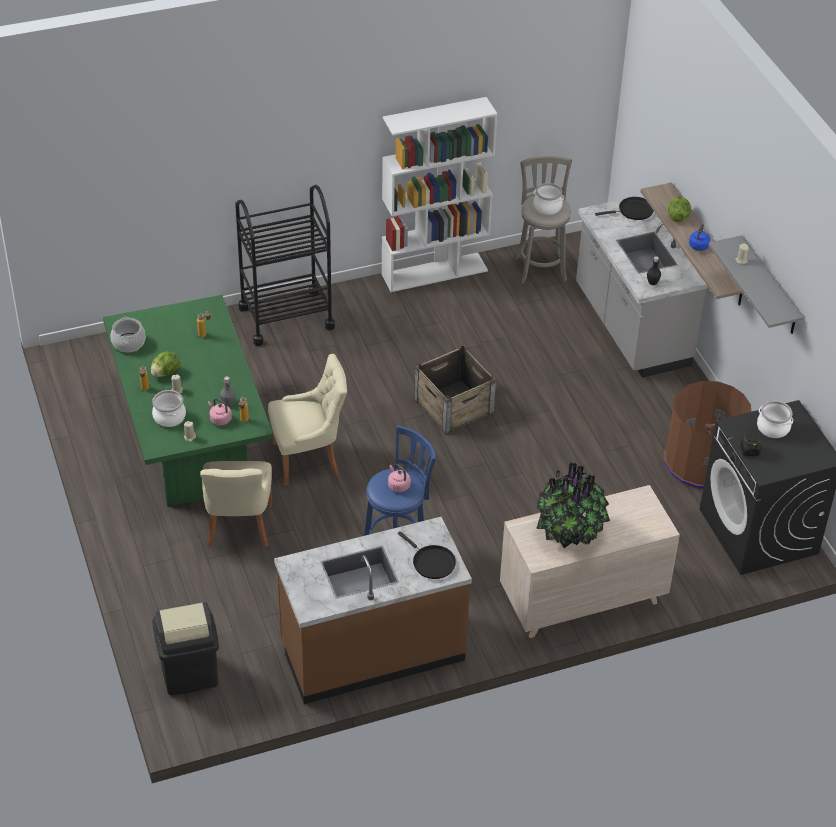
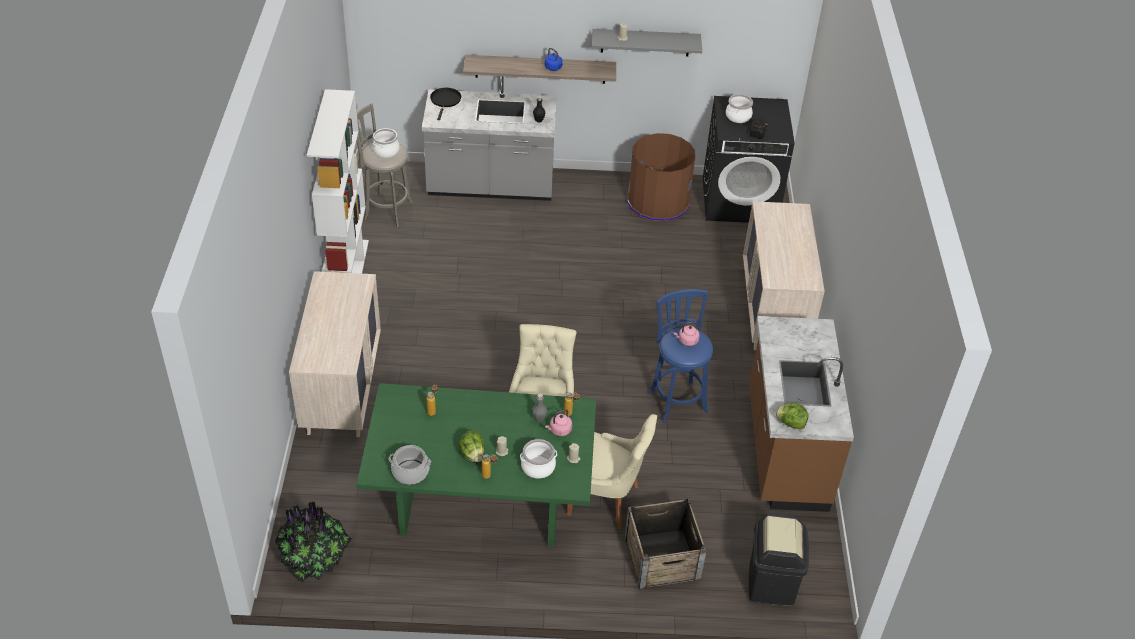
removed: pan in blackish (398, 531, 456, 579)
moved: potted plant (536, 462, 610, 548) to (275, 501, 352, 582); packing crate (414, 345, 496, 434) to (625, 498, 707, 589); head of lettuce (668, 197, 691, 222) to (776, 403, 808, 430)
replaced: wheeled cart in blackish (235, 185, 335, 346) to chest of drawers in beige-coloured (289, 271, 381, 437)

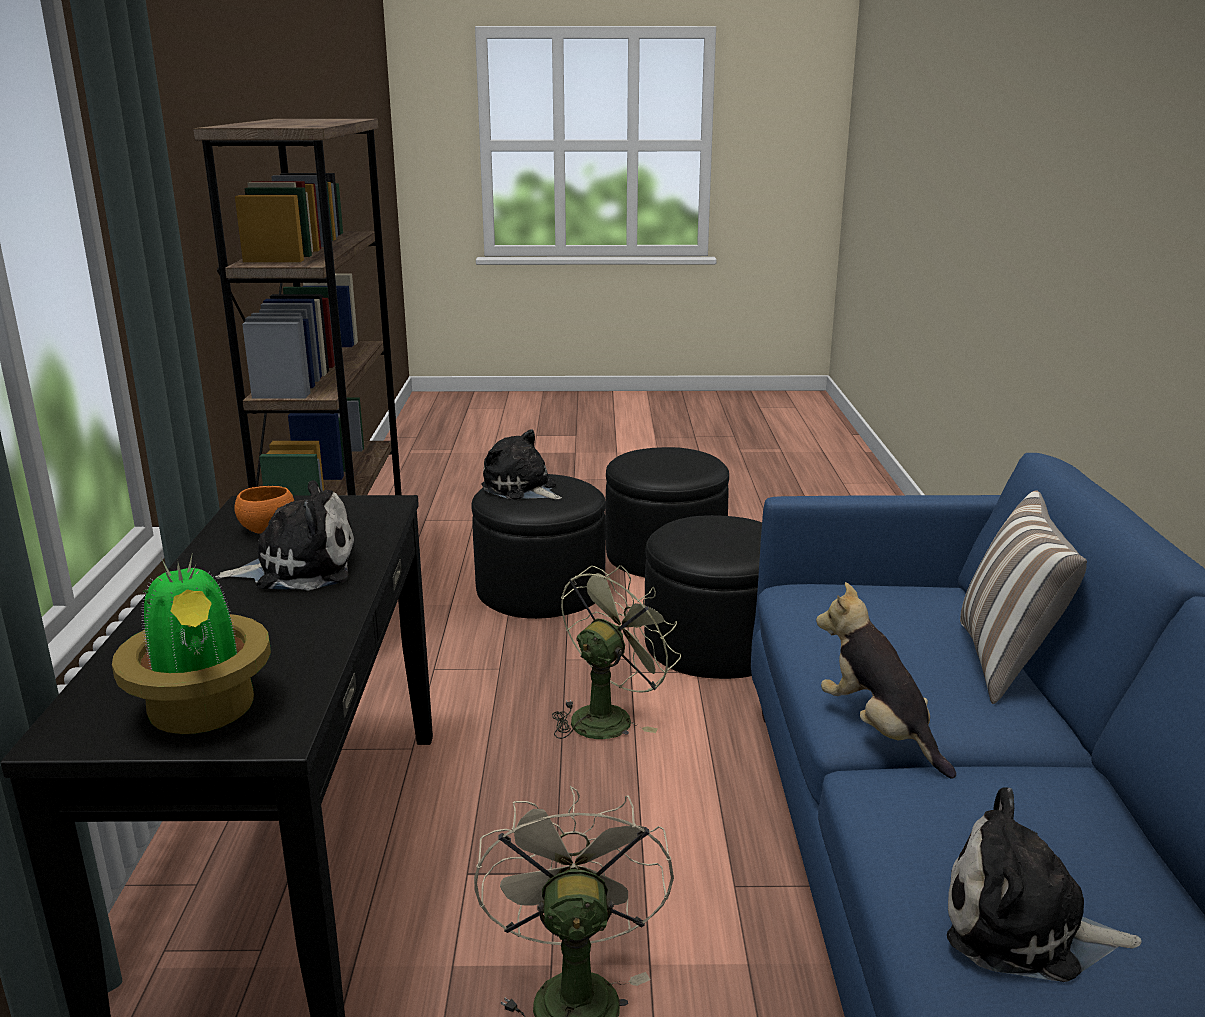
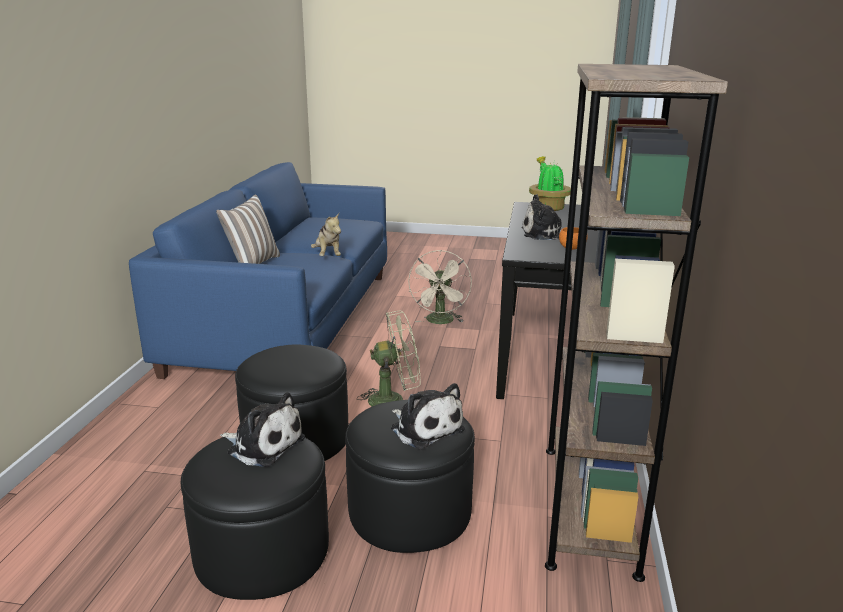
moved: plush toy (947, 787, 1142, 982) to (220, 392, 305, 467)
turned: electric fan in green-coloured (552, 565, 681, 739) = (357, 310, 421, 406) 150 degrees counterclockwise

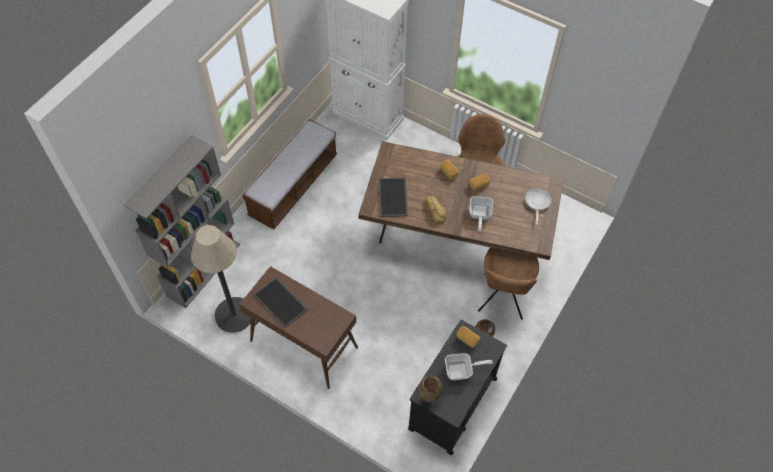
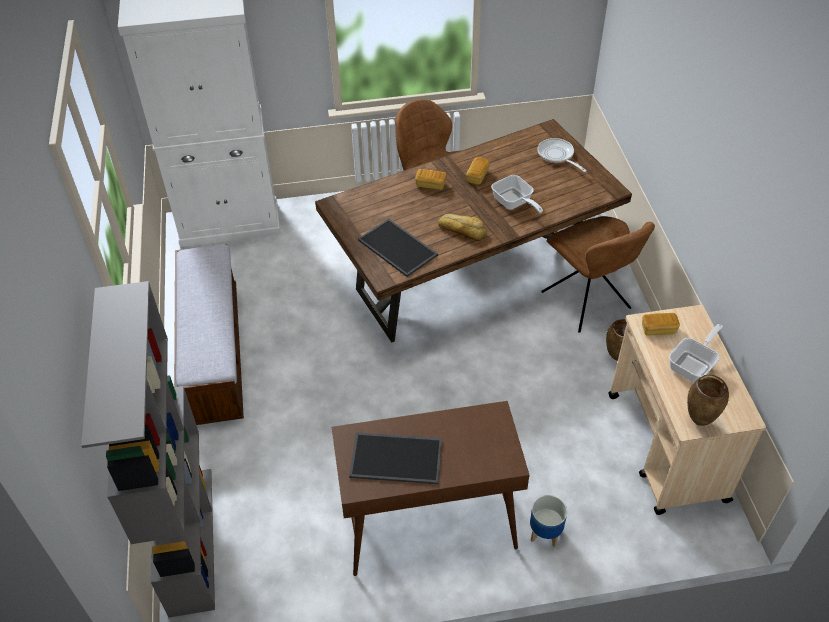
removed: standing lamp (191, 225, 251, 333)
added: flower pot (530, 495, 567, 547)
recoloured: wheeled cart in blackish (408, 320, 507, 455) to wheeled cart in beige-coloured (608, 305, 766, 515)

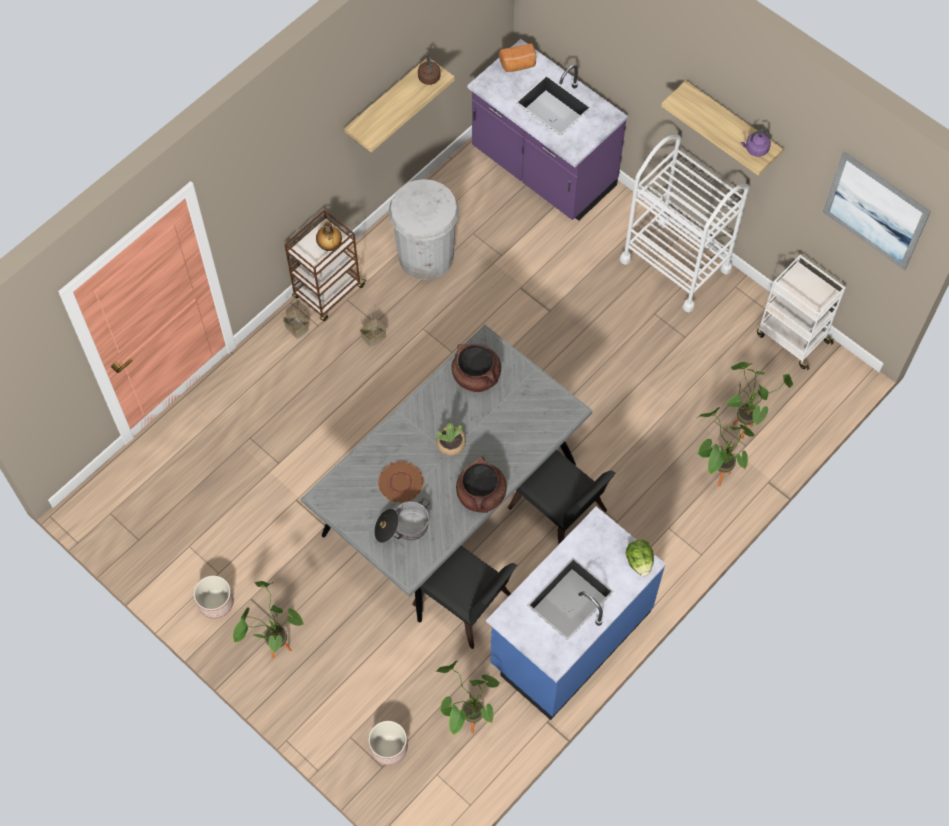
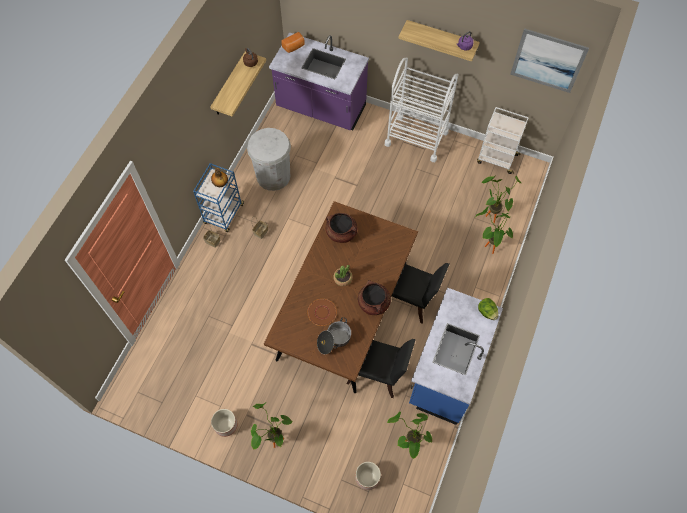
recoloured: wheeled cart in brown-coloured (284, 209, 366, 321) to wheeled cart in blue (193, 163, 244, 232); kitchen table in grey (301, 325, 593, 622) to kitchen table in brown-coloured (264, 201, 418, 393)

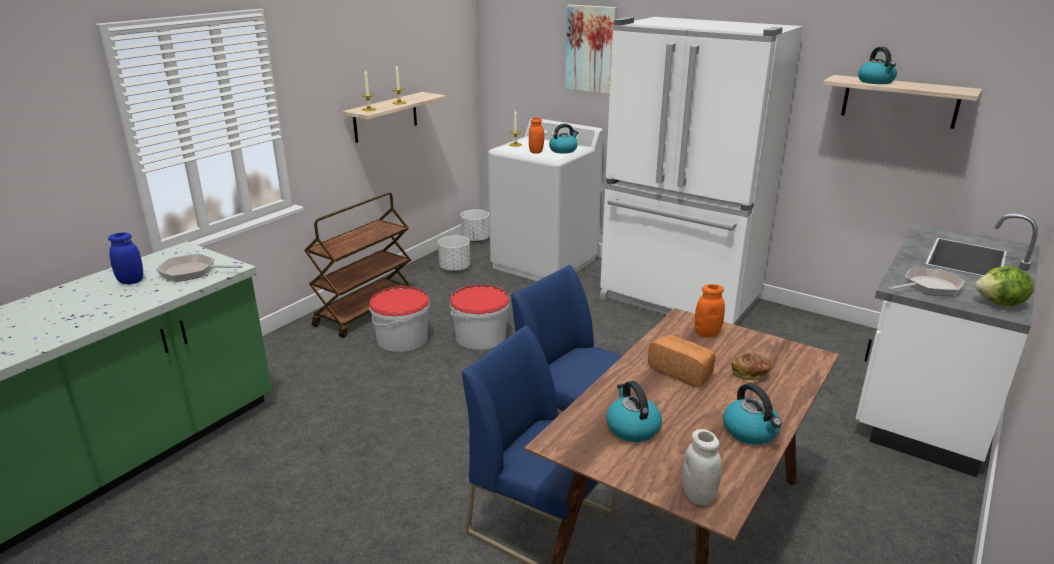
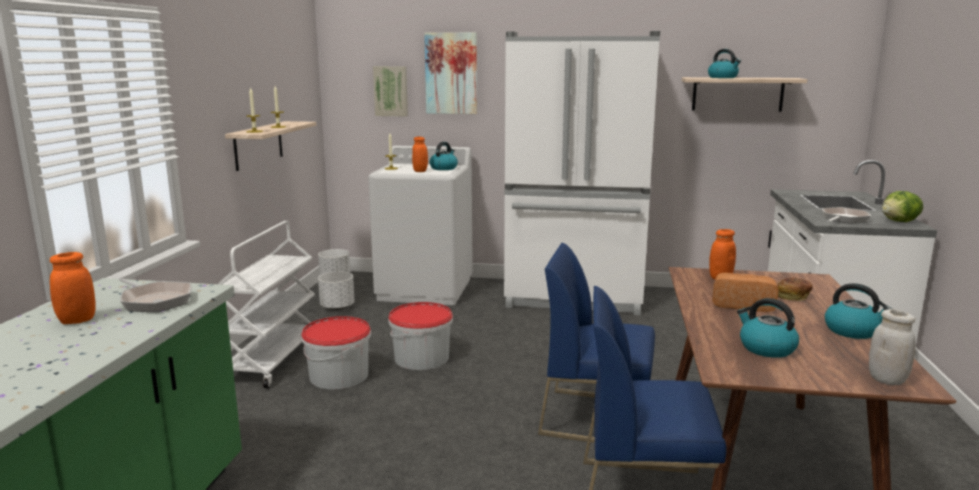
added: wall picture (373, 66, 408, 116)
recoloured: preserve jar in blue (108, 232, 143, 284) to preserve jar in orange (50, 252, 96, 324); wheeled cart in brown-coloured (304, 192, 412, 338) to wheeled cart in white-coloured (218, 221, 315, 388)
turned: pan (156, 254, 243, 282) = (119, 278, 192, 312) 120 degrees counterclockwise

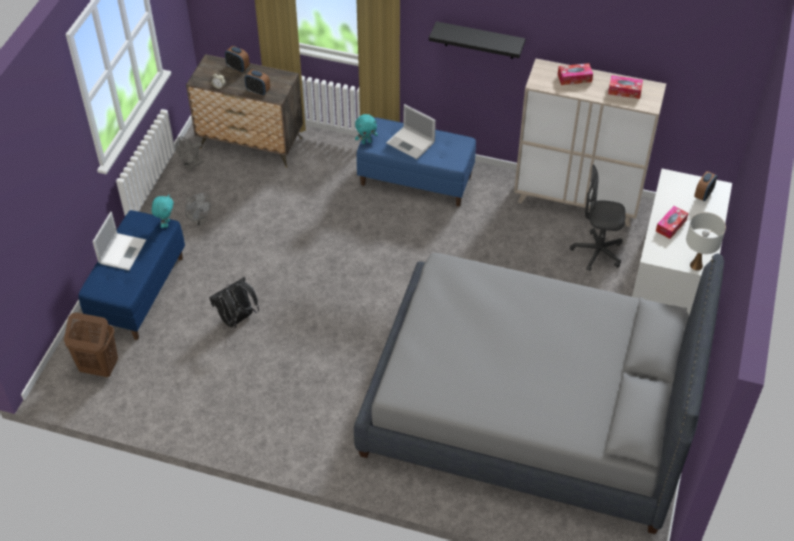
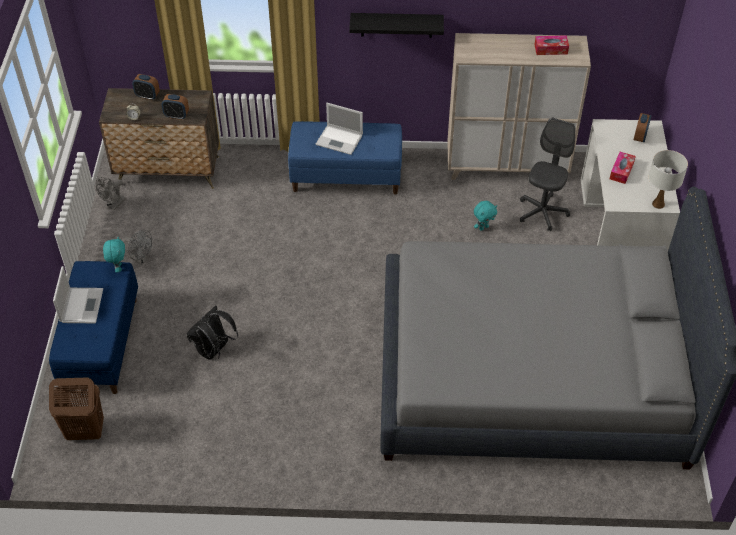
removed: tissue holder (558, 63, 593, 85)
moved: plush toy in turquoise (355, 114, 378, 144) to (474, 201, 497, 231)
turned: computer chair in grey (570, 165, 626, 271) = (520, 117, 575, 231) 120 degrees clockwise

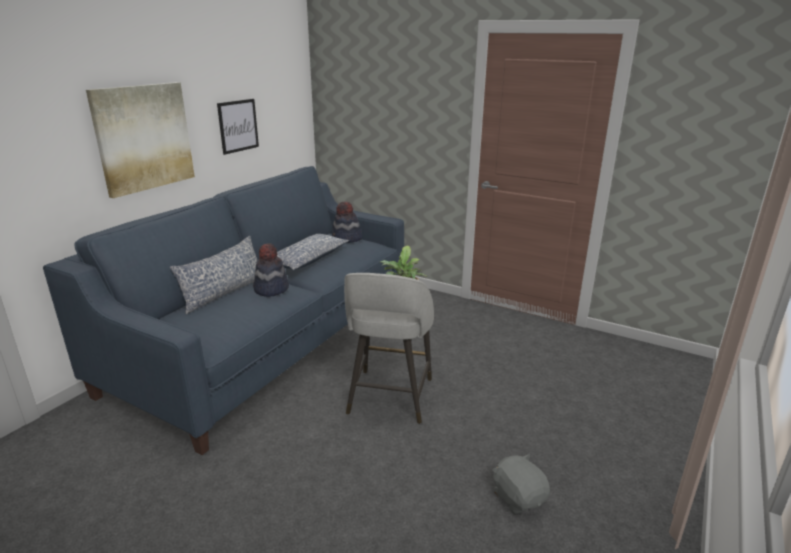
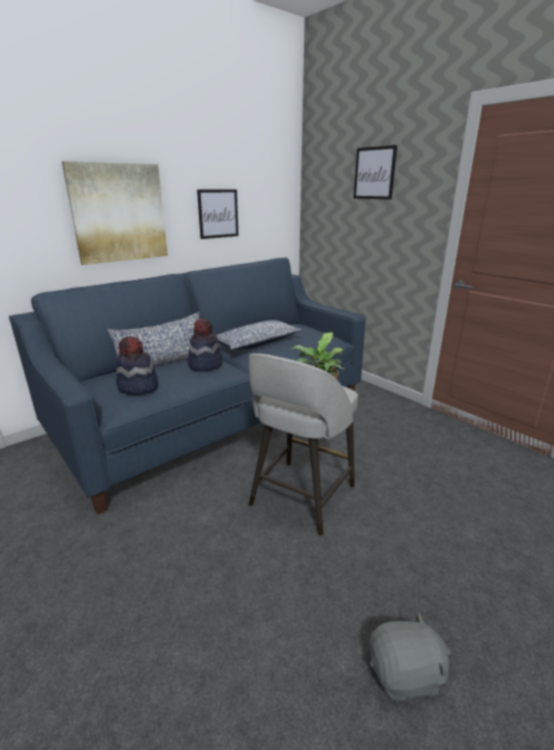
added: wall picture (354, 145, 397, 200)
moved: wearable hat (332, 202, 362, 243) to (116, 336, 158, 395)
turned: plush toy in grey (492, 454, 550, 514) = (369, 612, 451, 702) 90 degrees clockwise

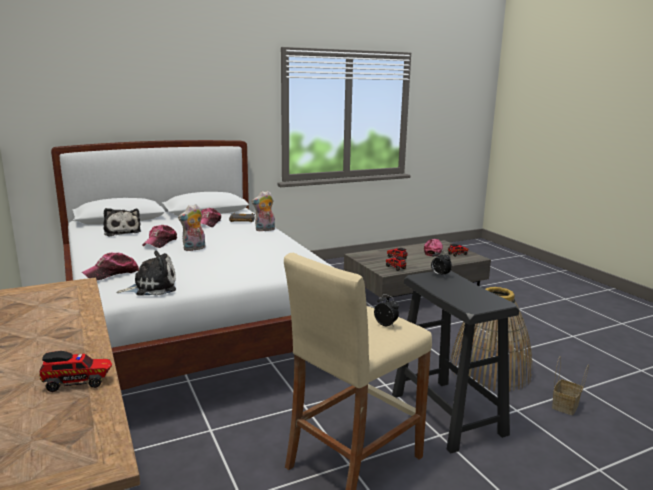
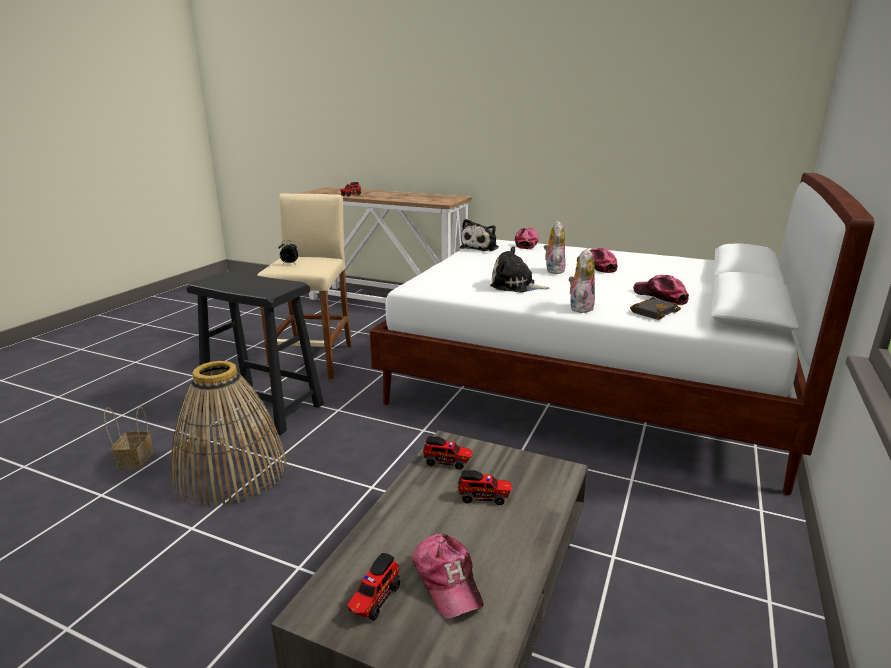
removed: alarm clock (431, 250, 452, 276)
moved: plush toy (104, 208, 141, 236) to (490, 246, 549, 293)

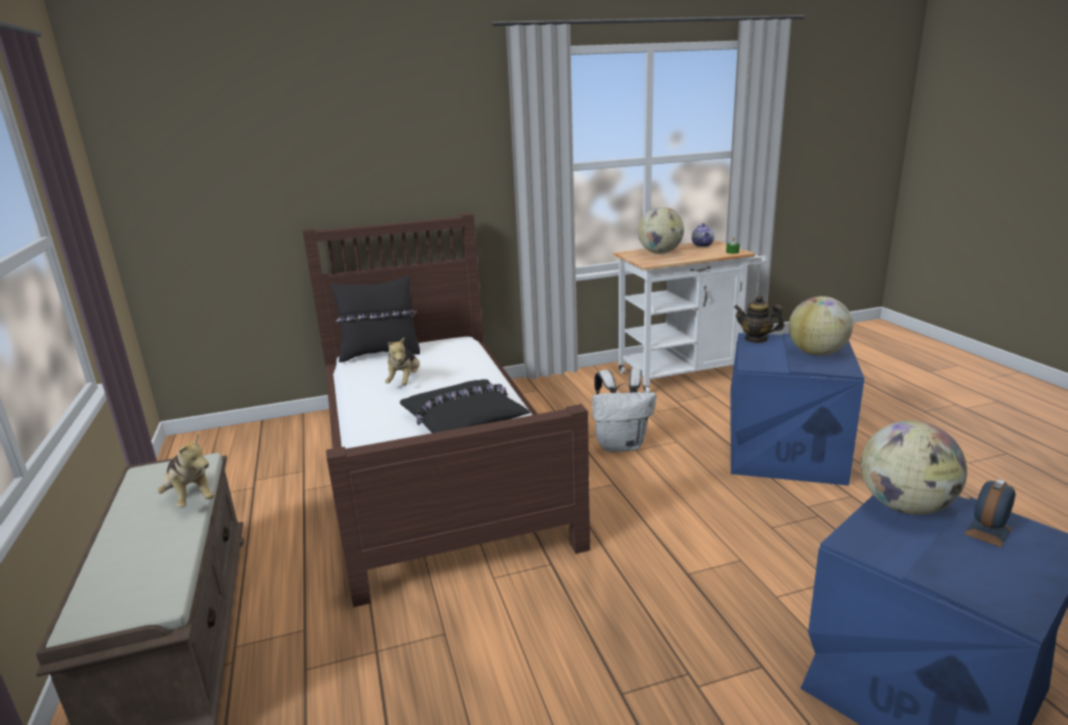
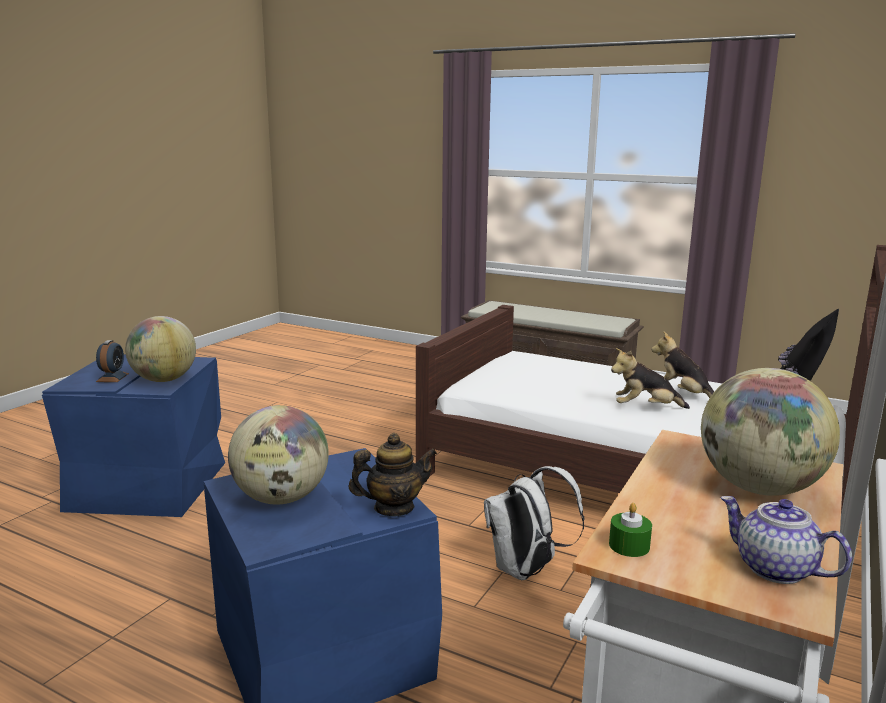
removed: cushion in blackish (400, 379, 530, 433)
moved: plush toy (157, 434, 214, 508) to (611, 348, 690, 409)

